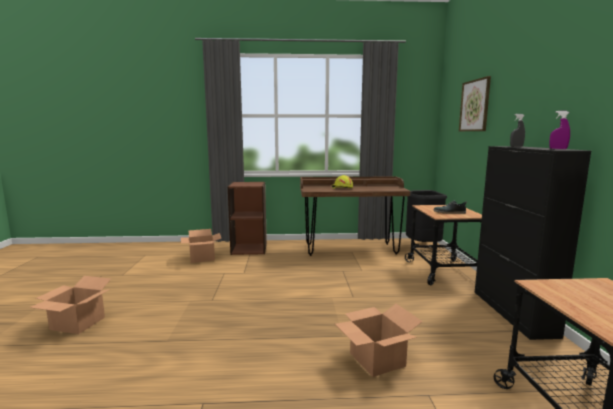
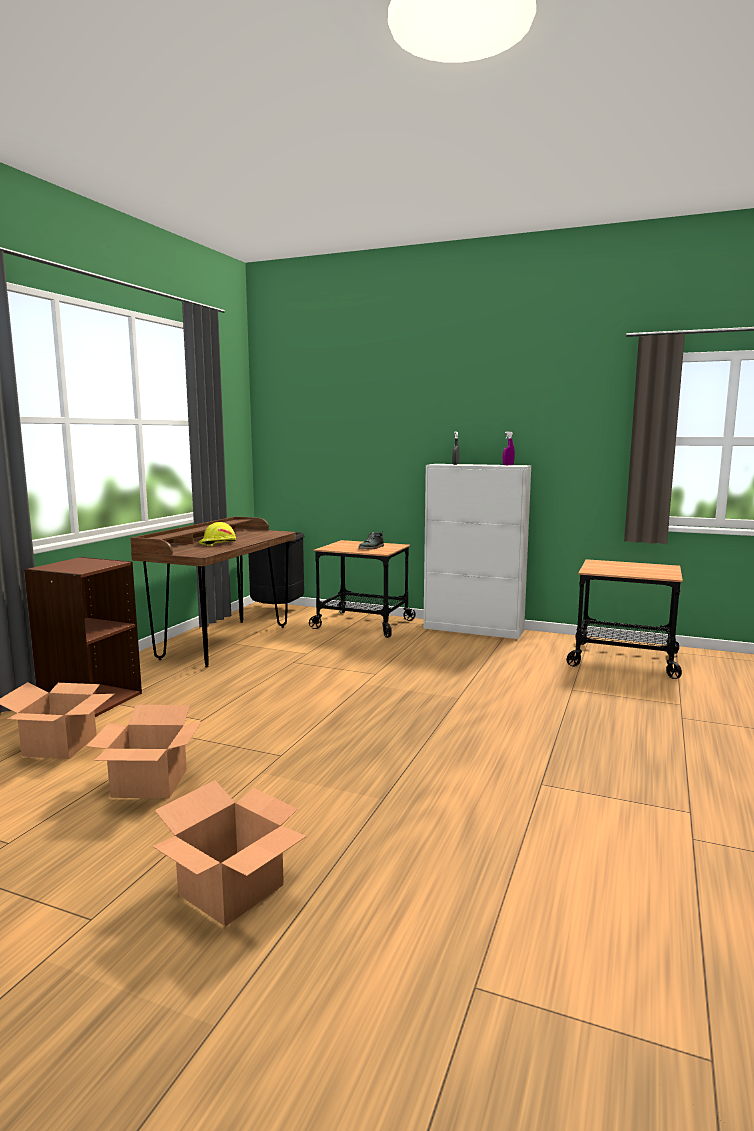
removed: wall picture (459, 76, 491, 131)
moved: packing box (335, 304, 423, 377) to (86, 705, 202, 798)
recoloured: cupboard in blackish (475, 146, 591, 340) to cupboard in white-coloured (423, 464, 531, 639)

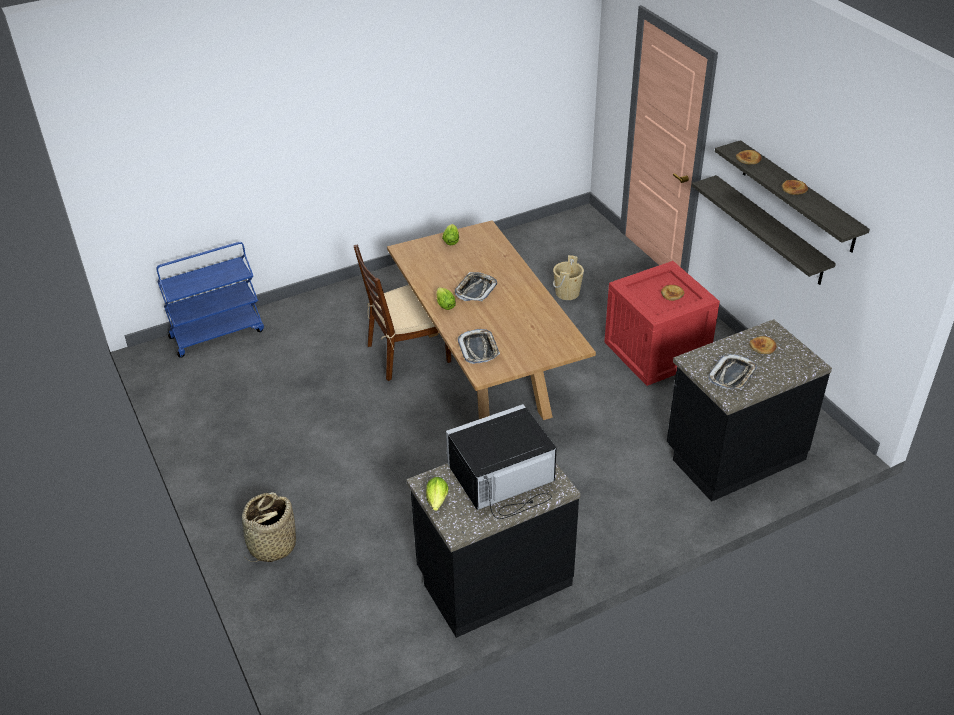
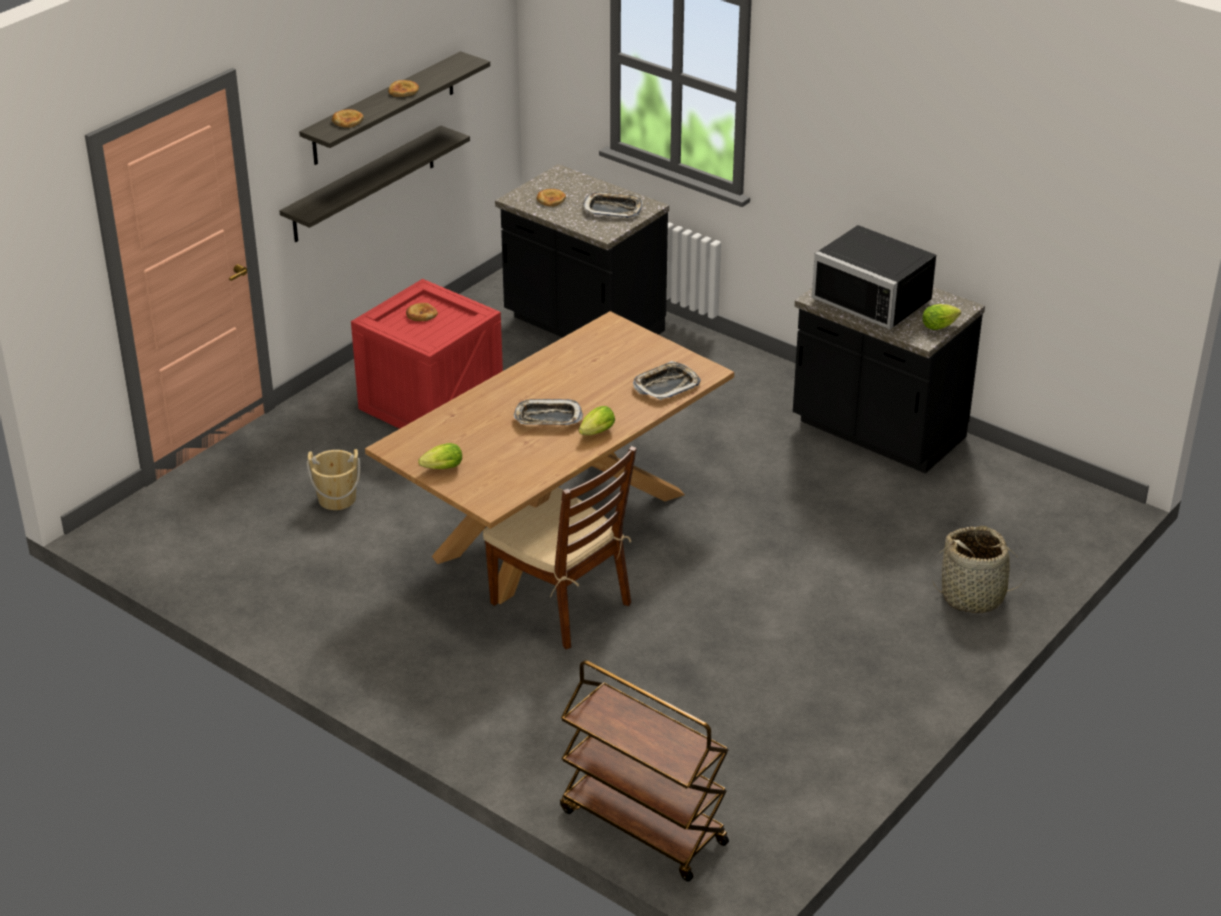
recoloured: wheeled cart in blue (156, 242, 264, 358) to wheeled cart in brown-coloured (560, 660, 729, 882)

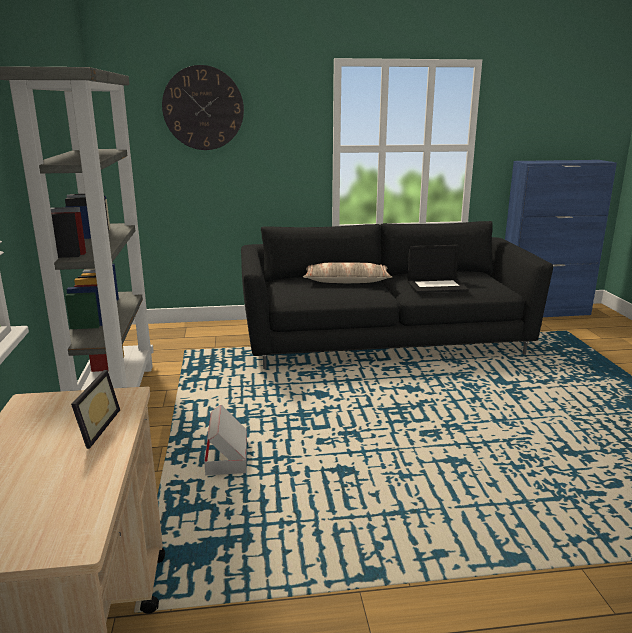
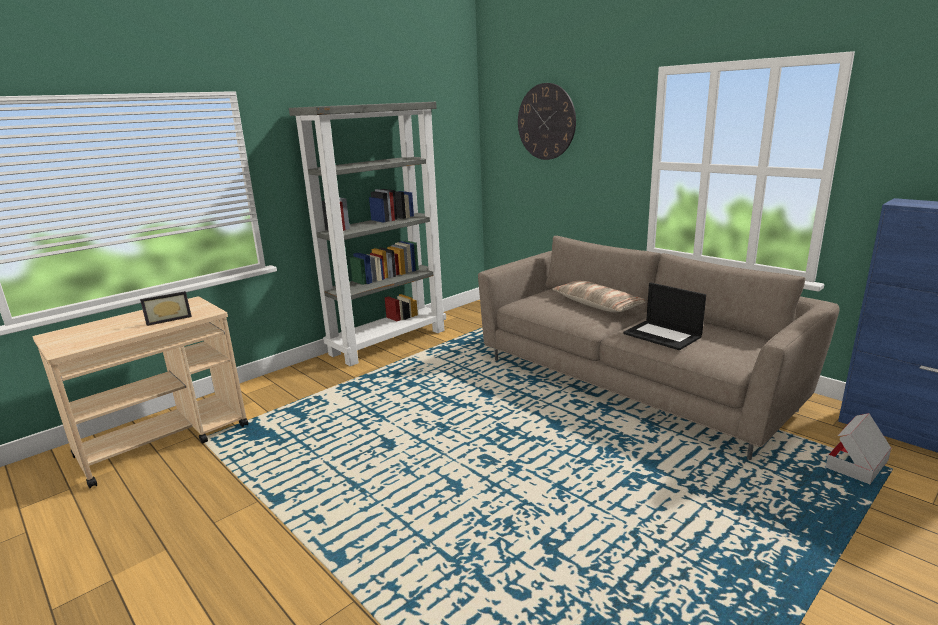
moved: packing box (204, 405, 247, 475) to (826, 413, 892, 484)
recoloured: couch in blackish (241, 221, 553, 369) to couch in beige-coloured (478, 236, 839, 460)

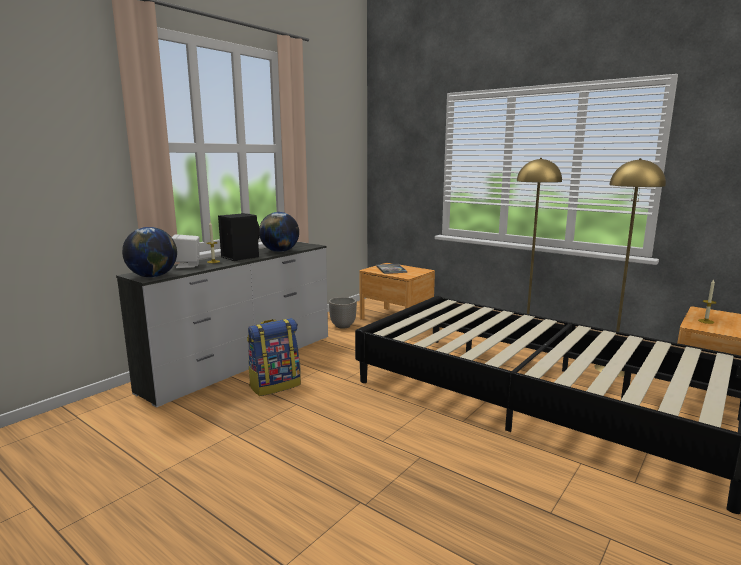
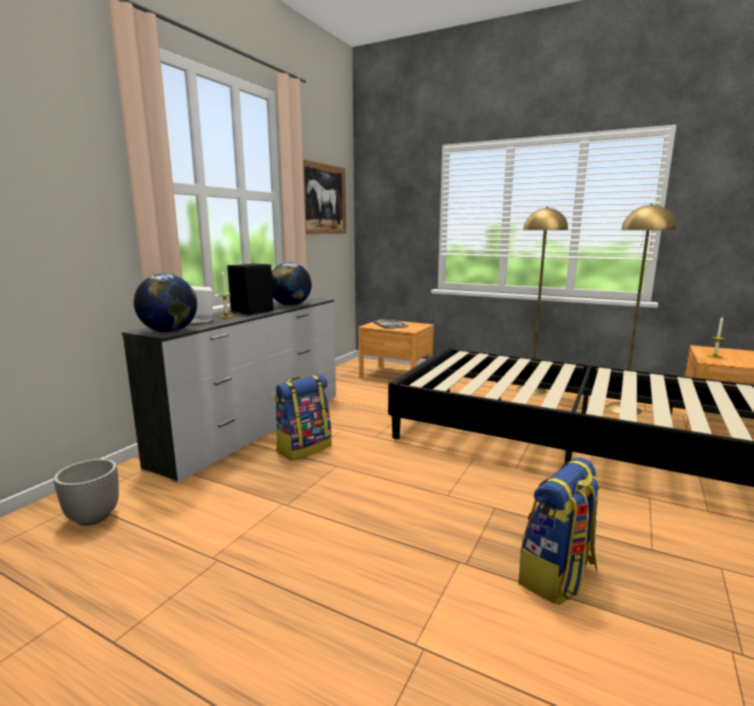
added: wall picture (303, 159, 346, 234); rucksack (518, 457, 600, 605)
moved: flower pot (329, 297, 357, 329) to (54, 459, 119, 526)

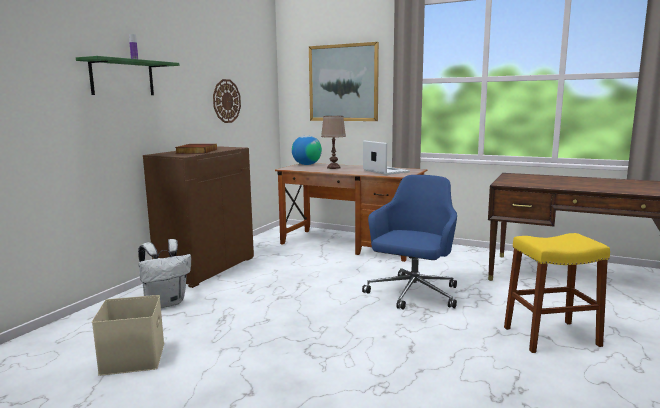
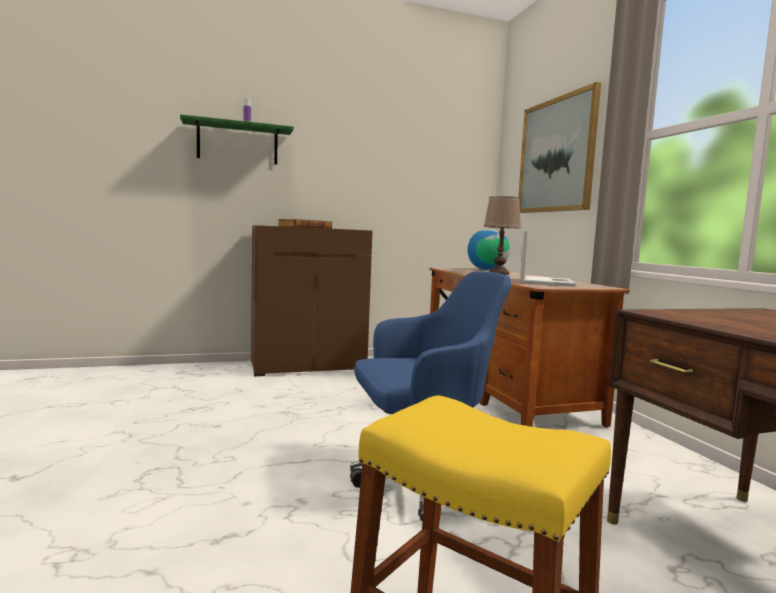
removed: storage container in beige-coloured (92, 295, 164, 376); rucksack in white-coloured (138, 239, 191, 308); hanging clock (213, 79, 241, 123)

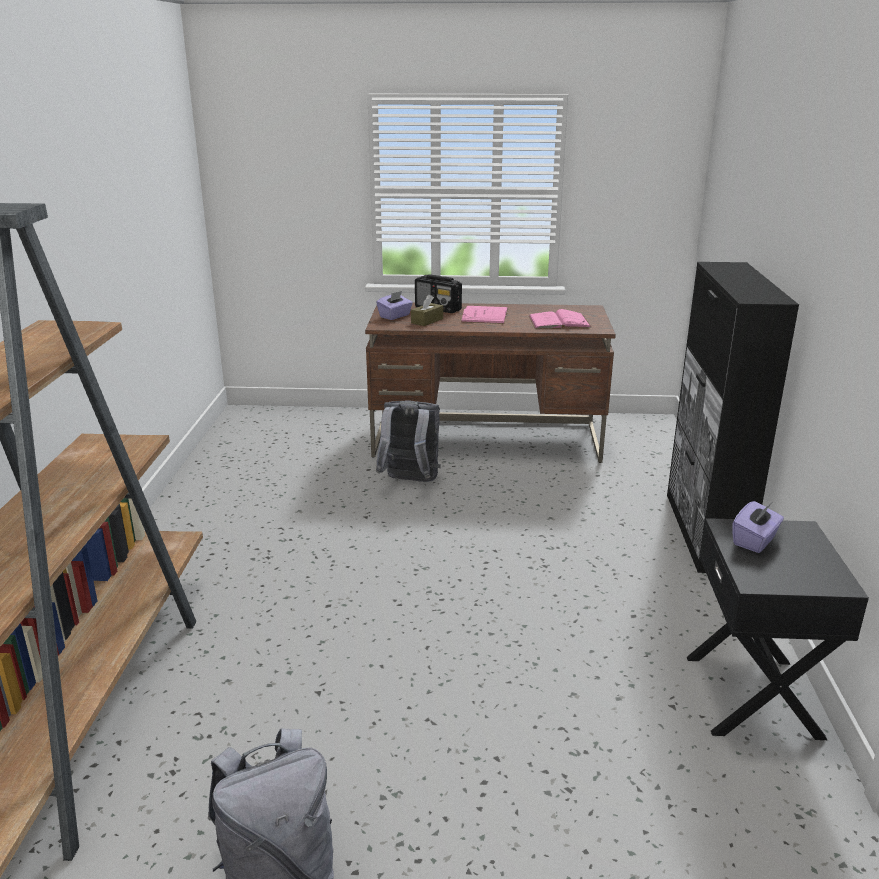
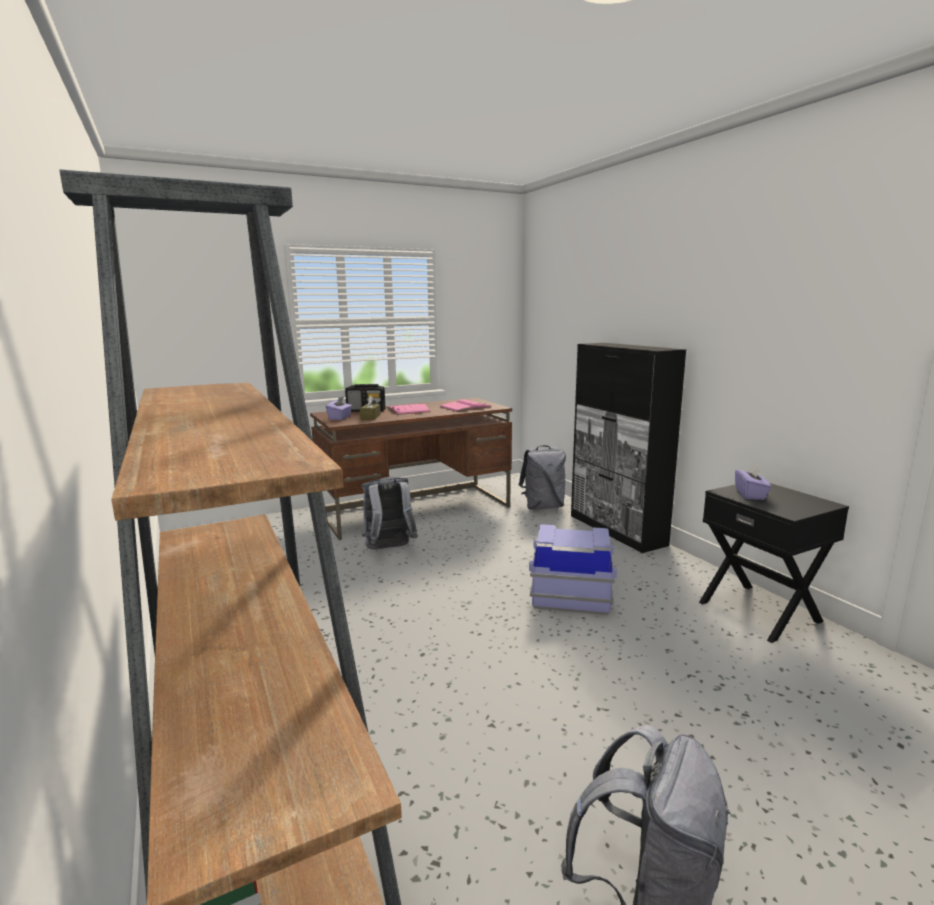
added: rucksack in grey (518, 445, 566, 510); storage container in blue (529, 524, 617, 615)

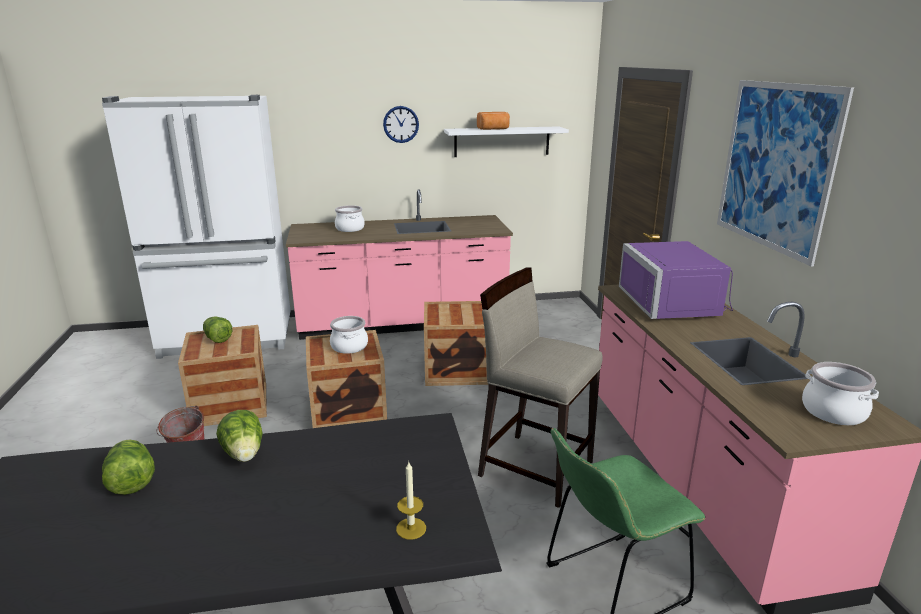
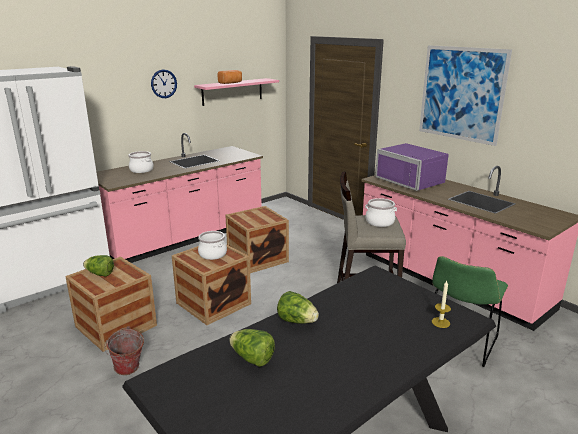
moved: stockpot (802, 362, 879, 425) to (365, 198, 397, 227)
recoloured: bracket shelf in white-coloured (444, 126, 569, 157) to bracket shelf in pink (194, 78, 279, 106)

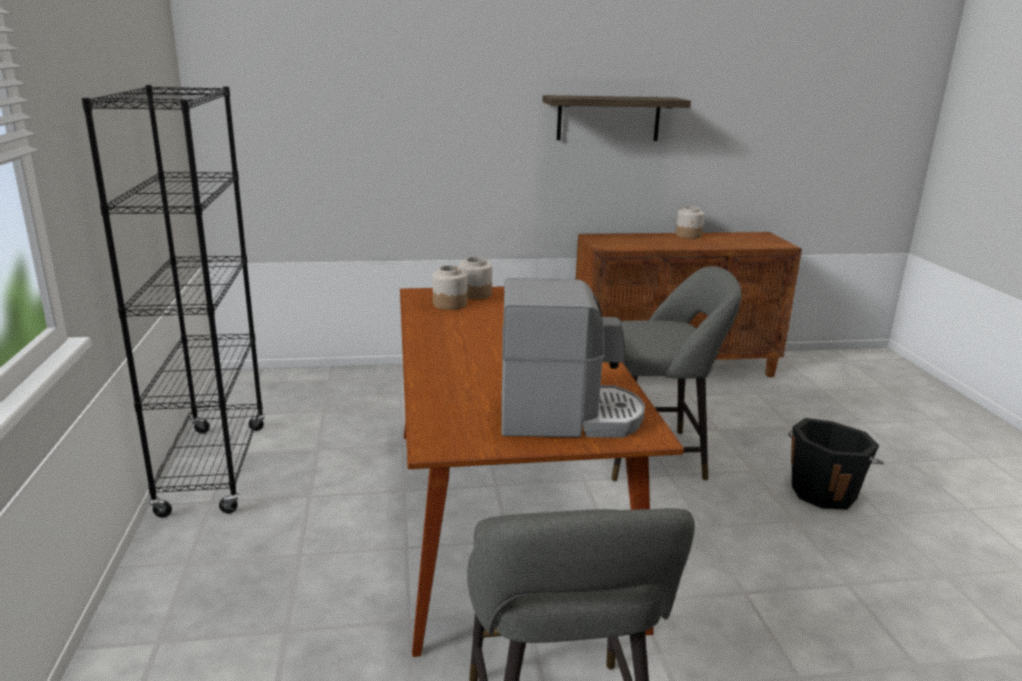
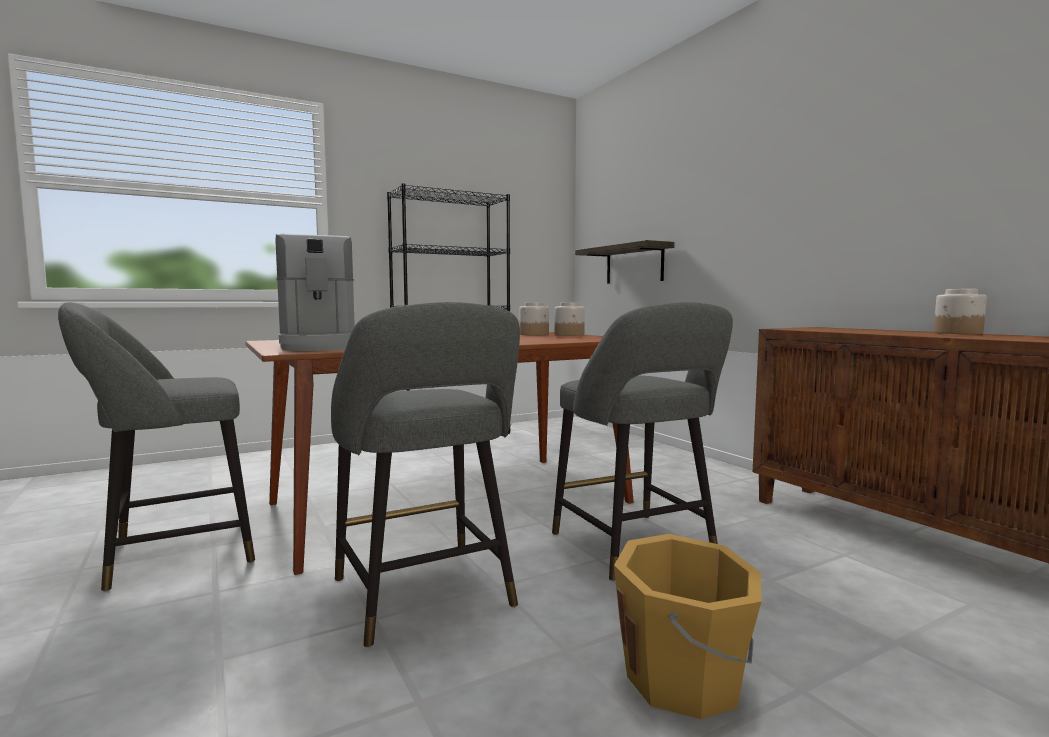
added: stool seat in grey (331, 302, 520, 648)
moved: bracket shelf (543, 95, 691, 141) to (575, 240, 674, 284)
recoloured: water bucket in blackish (788, 418, 884, 510) to water bucket in orange (614, 534, 762, 719)

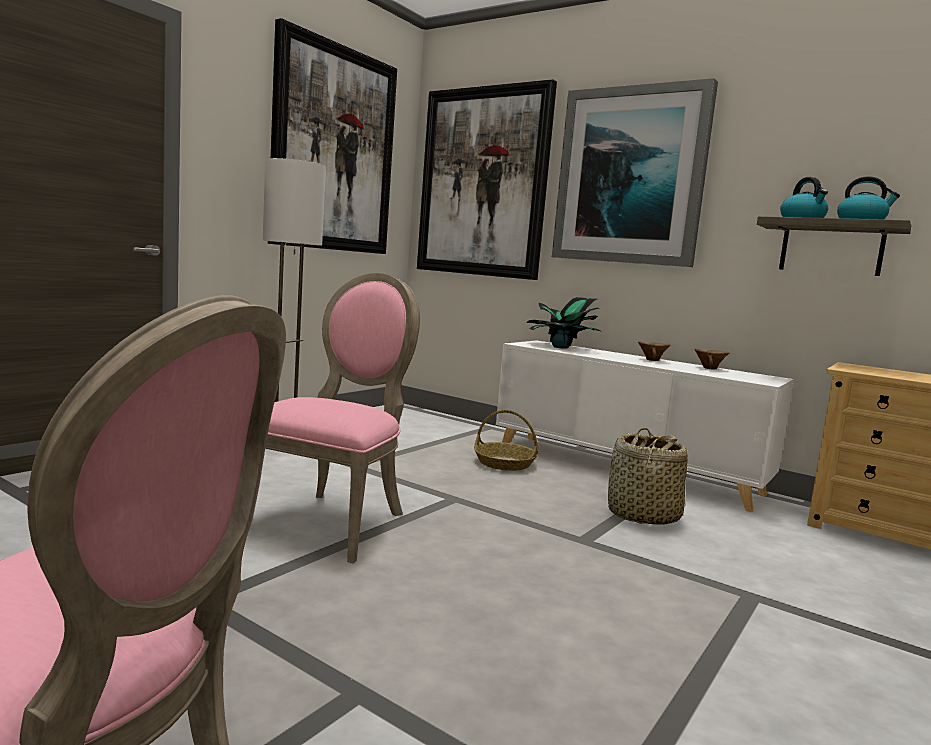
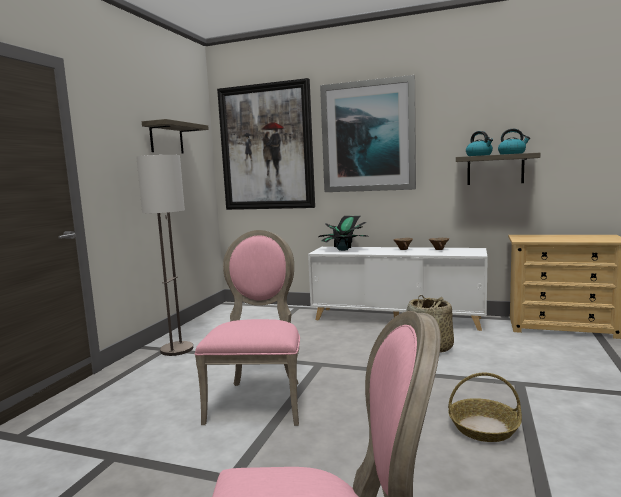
moved: storage basket (474, 410, 538, 471) to (448, 372, 522, 442)
replaced: wall picture (268, 18, 397, 254) to bracket shelf (142, 119, 209, 154)

